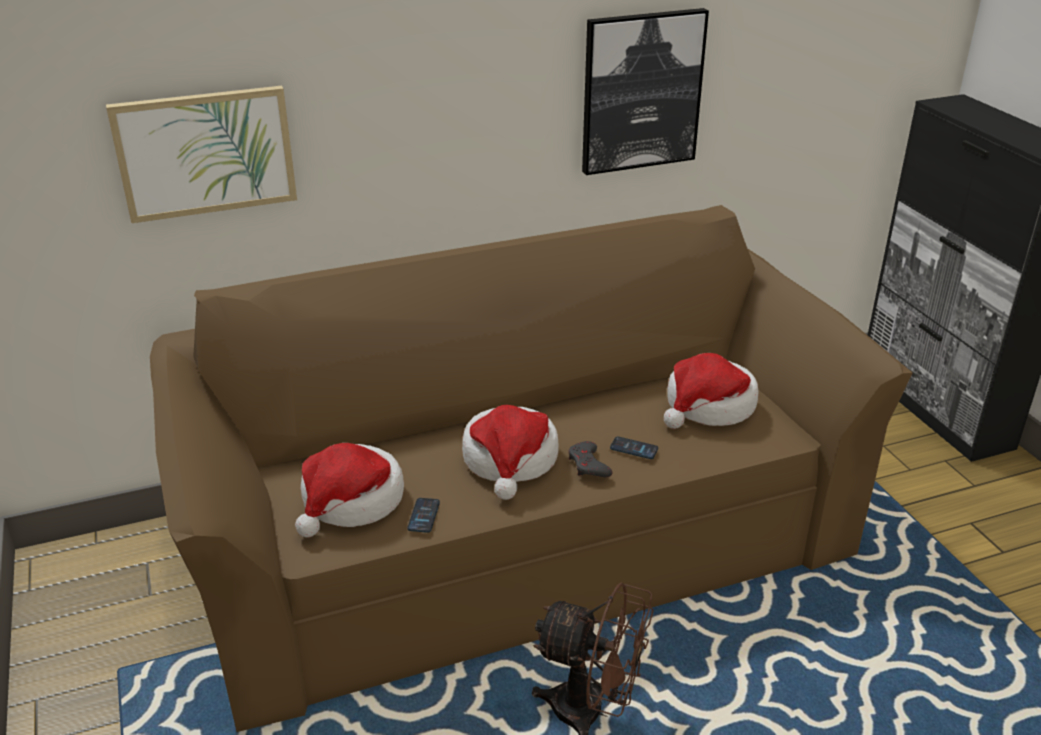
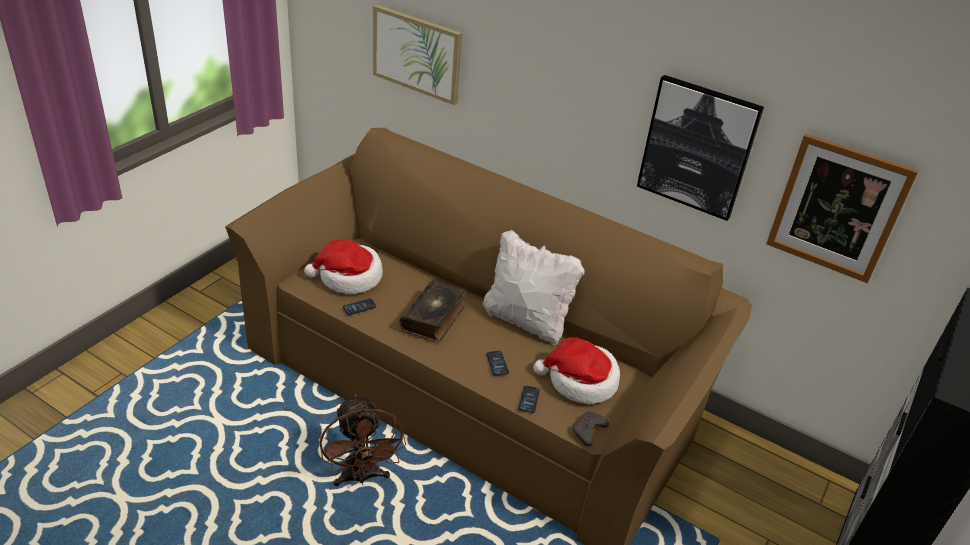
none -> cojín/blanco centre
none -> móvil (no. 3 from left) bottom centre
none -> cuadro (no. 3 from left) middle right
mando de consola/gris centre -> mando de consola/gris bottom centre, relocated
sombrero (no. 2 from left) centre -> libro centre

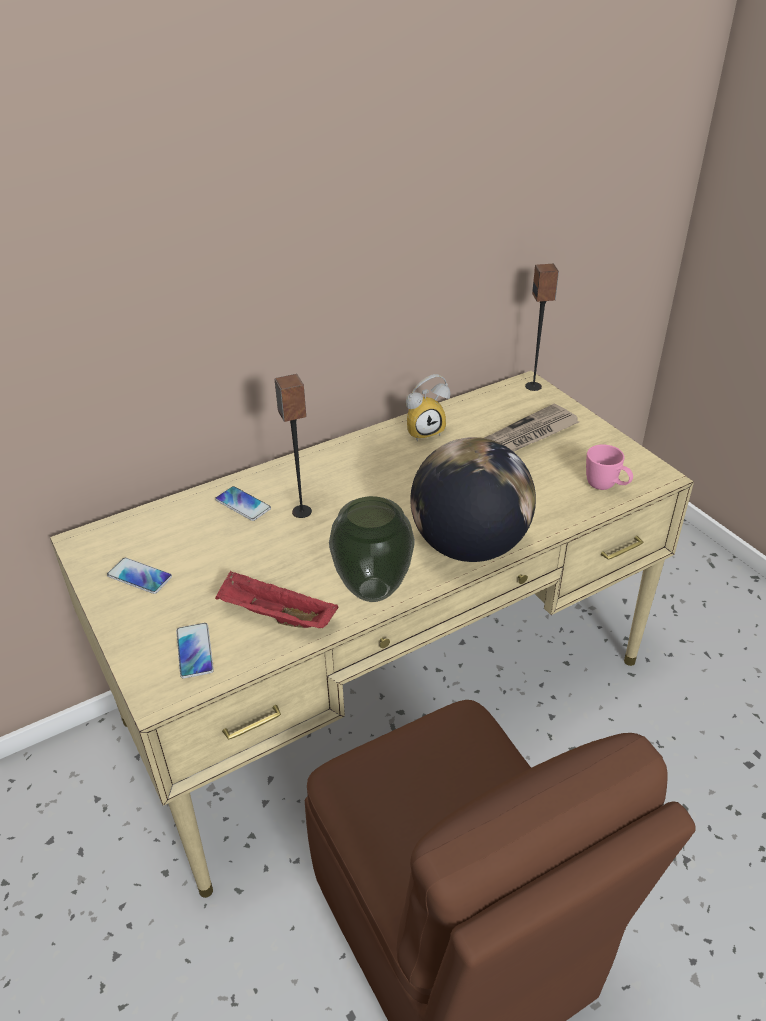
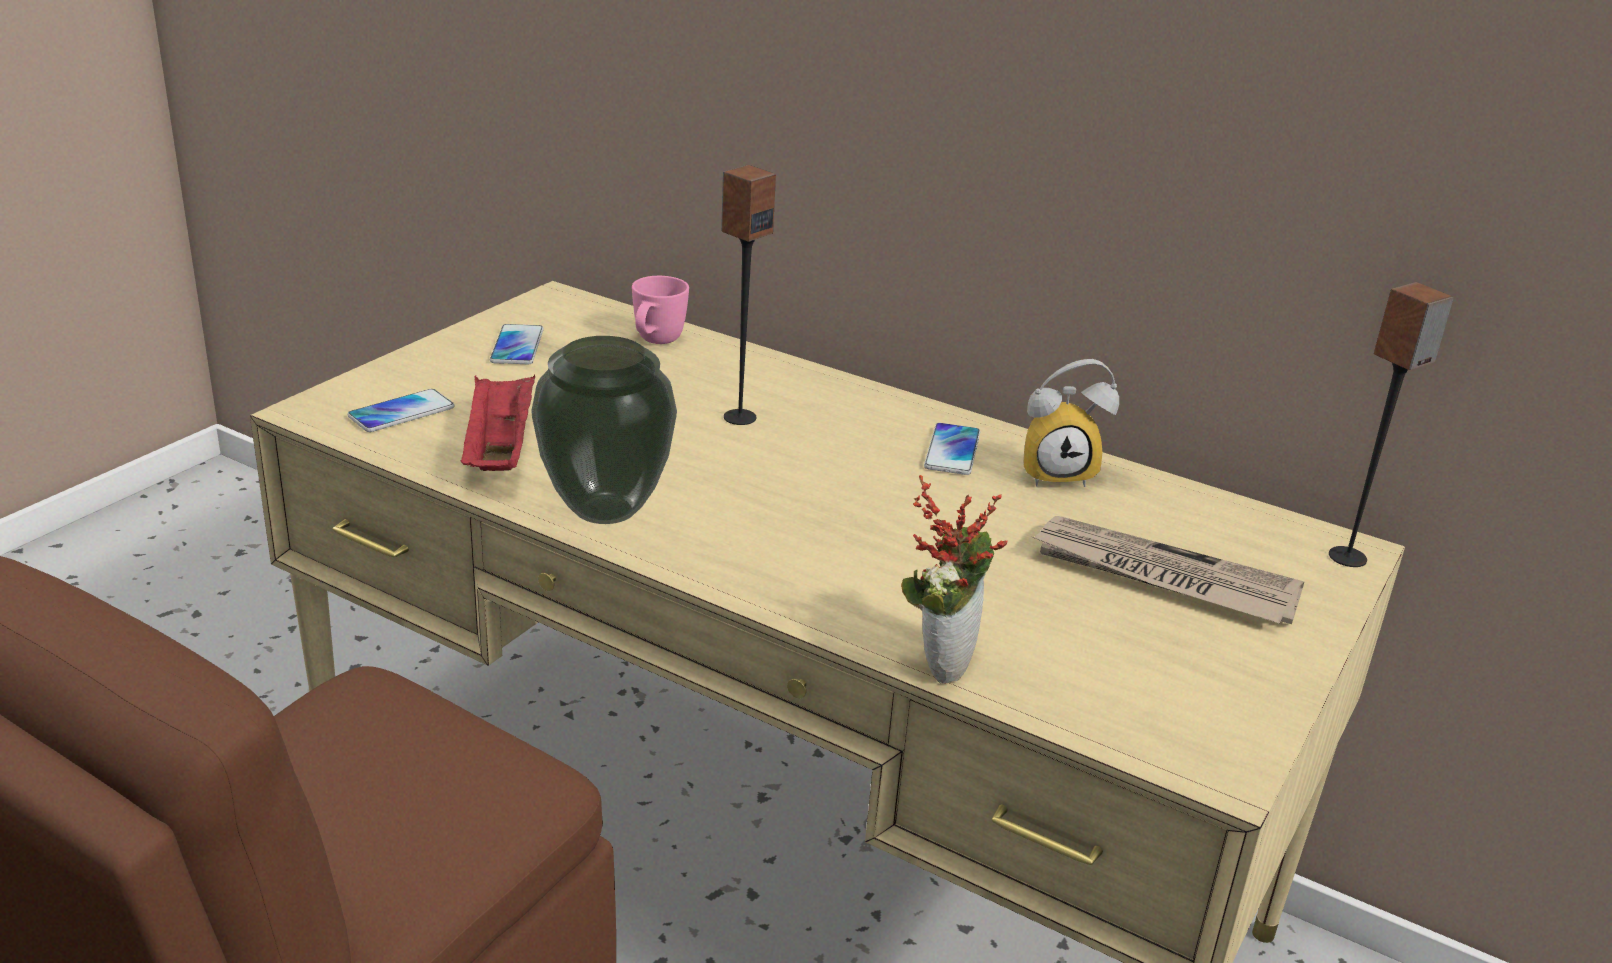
globo terráqueo centre -> none
none -> planta en maceta centre
móvil (no. 3 from left) middle left -> móvil (no. 3 from left) centre, relocated
taza grande/rosa middle right -> taza grande/rosa top centre, relocated
despertador centre, 45 degrees counterclockwise

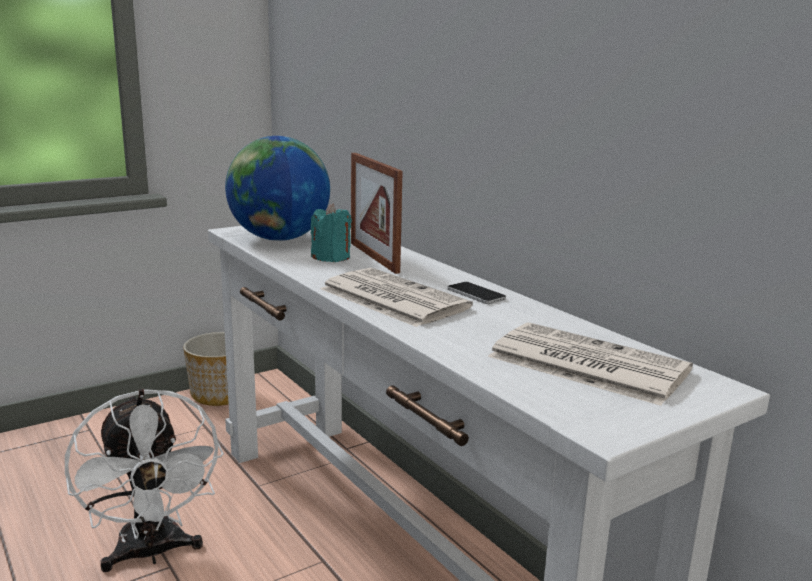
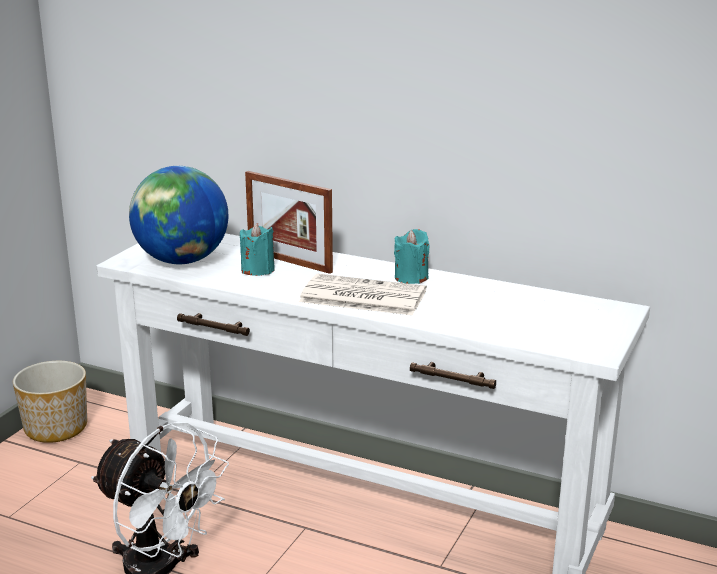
periódico (no. 2 from left) middle right -> none
móvil centre -> vela/turquesa (no. 2 from left) centre

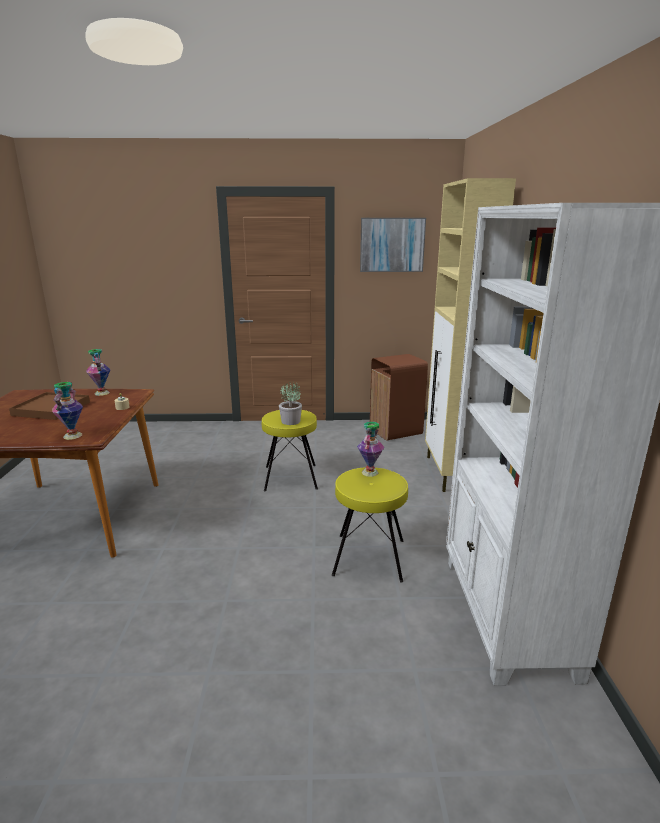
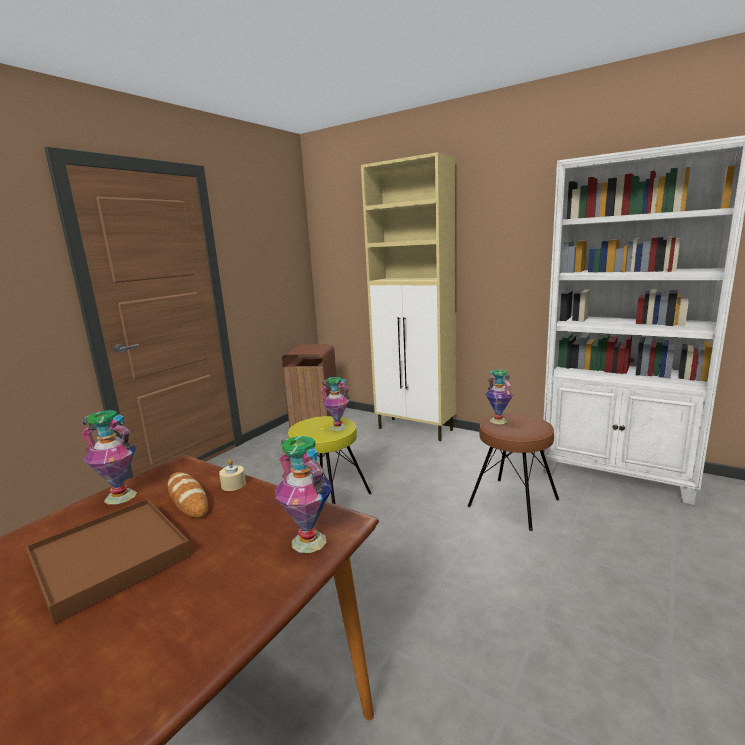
cuadro top centre -> none
none -> pan middle left
planta en maceta centre -> florero (no. 3 from left) centre
taburete/amarillo (no. 2 from left) centre -> taburete/marrón middle right

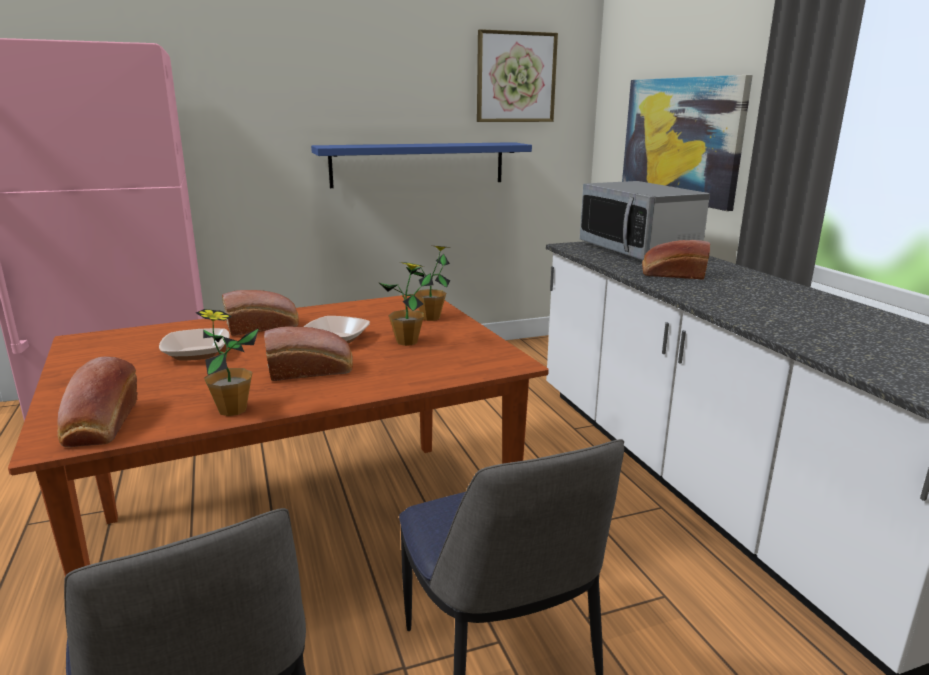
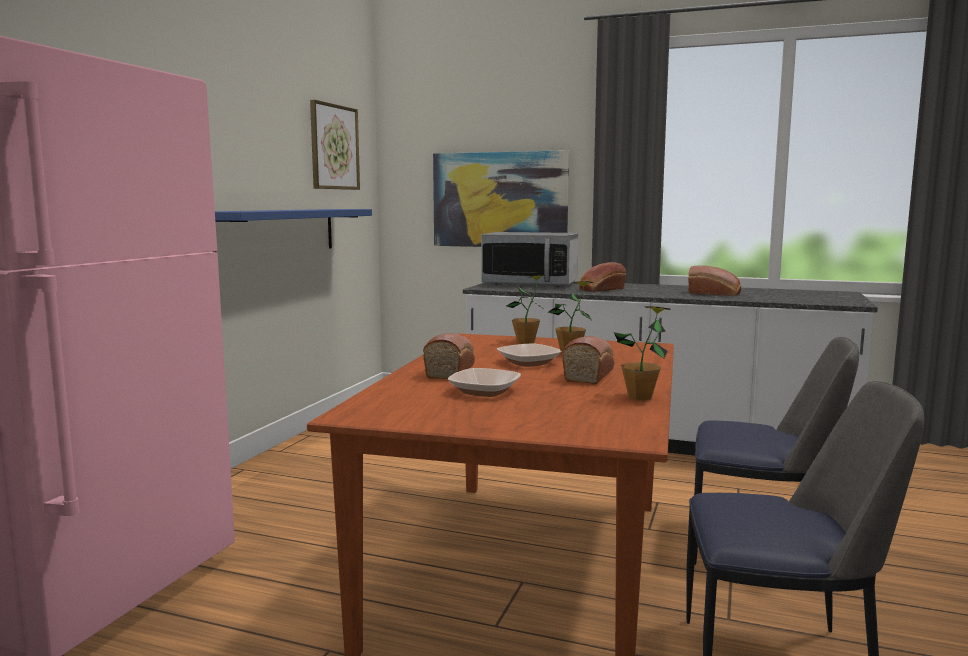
pan (no. 1 from left in the first image) middle left -> pan (no. 4 from left) middle right, relocated

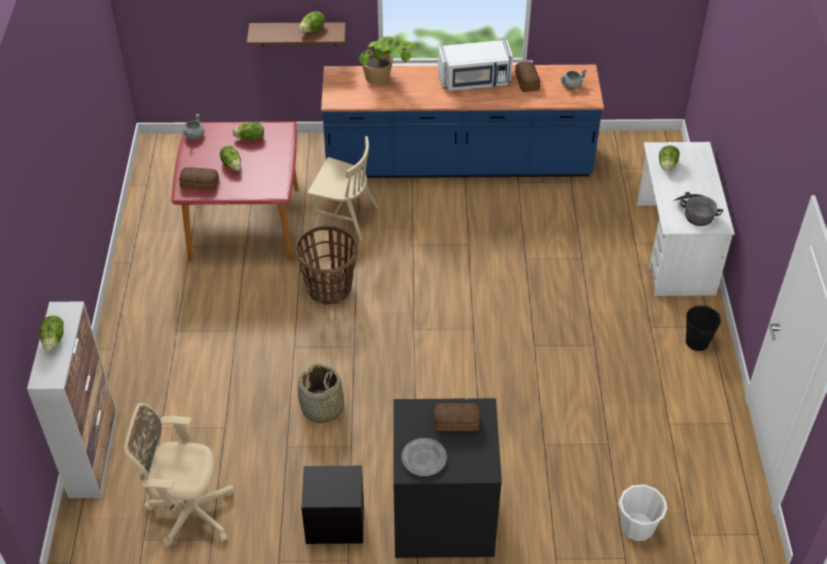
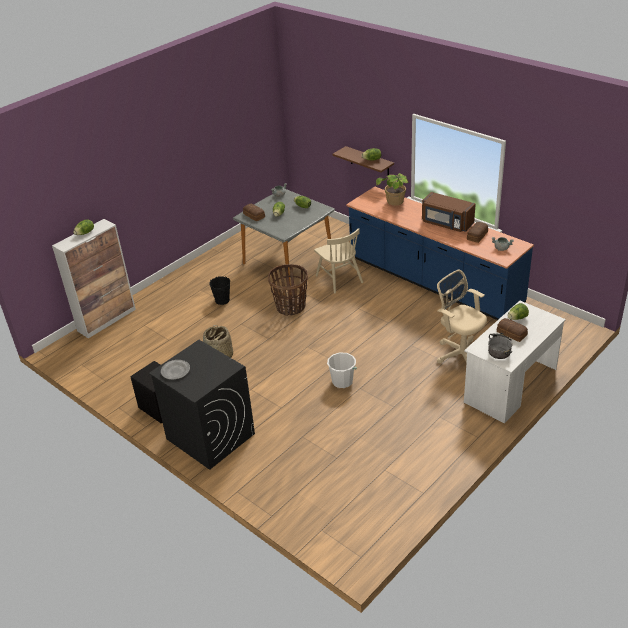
silla de oficina/beis bottom left -> silla de oficina/beis middle right, relocated
pan (no. 2 from left in the first image) bottom centre -> pan (no. 3 from left) middle right, relocated
cubo/blanco bottom right -> cubo/blanco centre, relocated
cubo/negro middle right -> cubo/negro centre, relocated
mesa de comedor/rojo middle left -> mesa de comedor/gris centre
microondas/blanco top centre -> microondas/marrón middle right

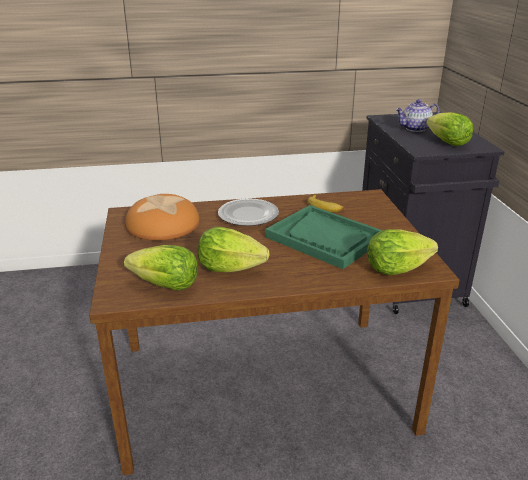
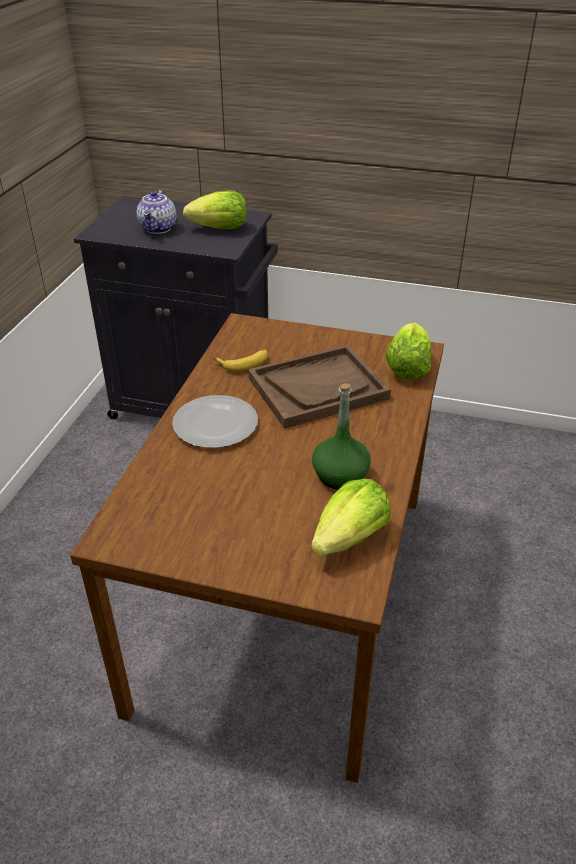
pan middle left -> none
lechuga (no. 2 from left) centre -> botella/verde centre
bandeja/verde centre -> bandeja/marrón centre

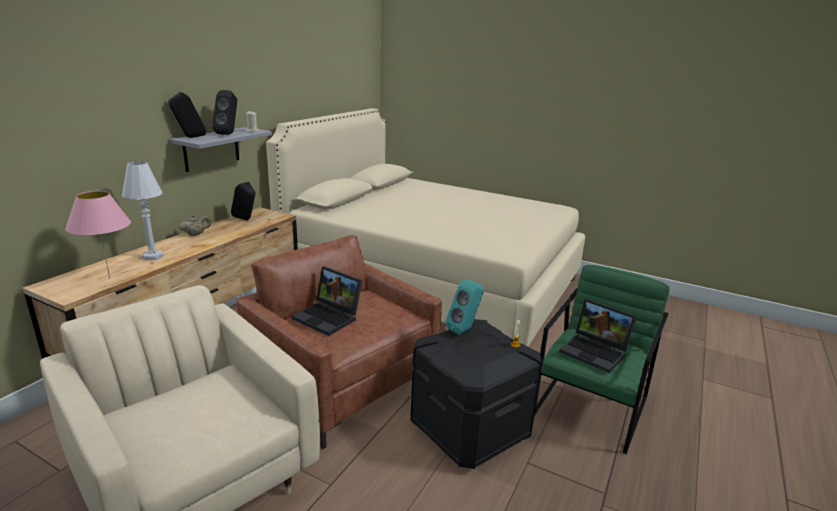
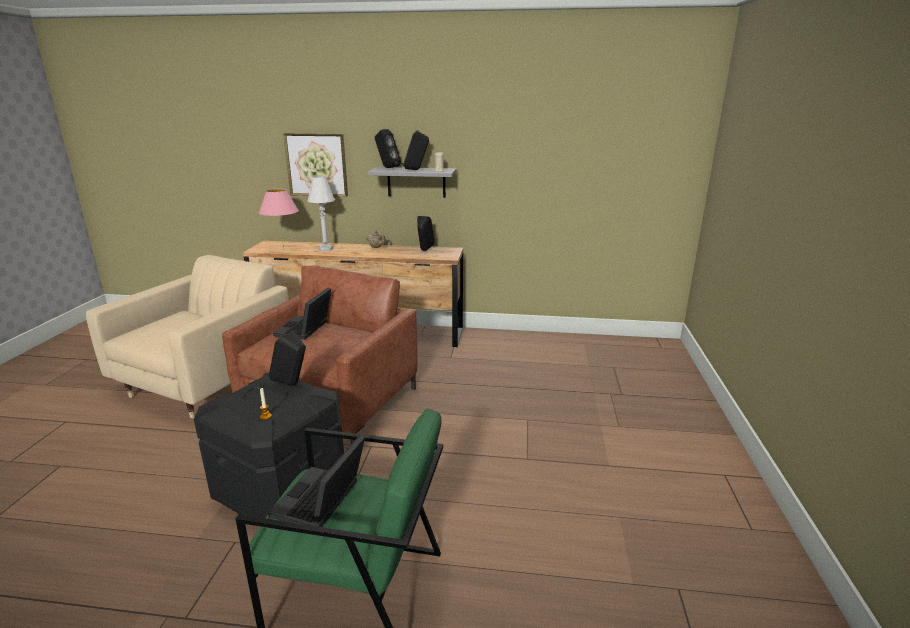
cama/beis centre -> none
none -> cuadro top centre
altavoz/turquesa centre -> altavoz/negro (no. 1 from left) middle left

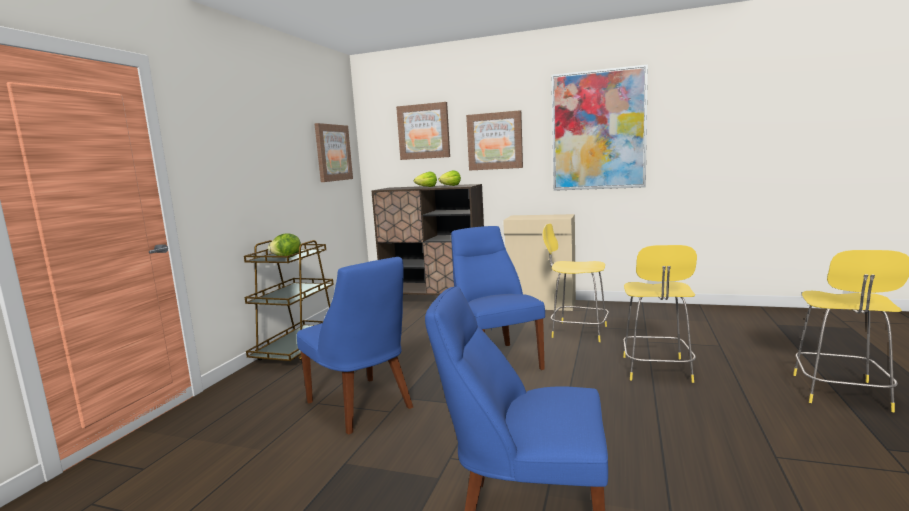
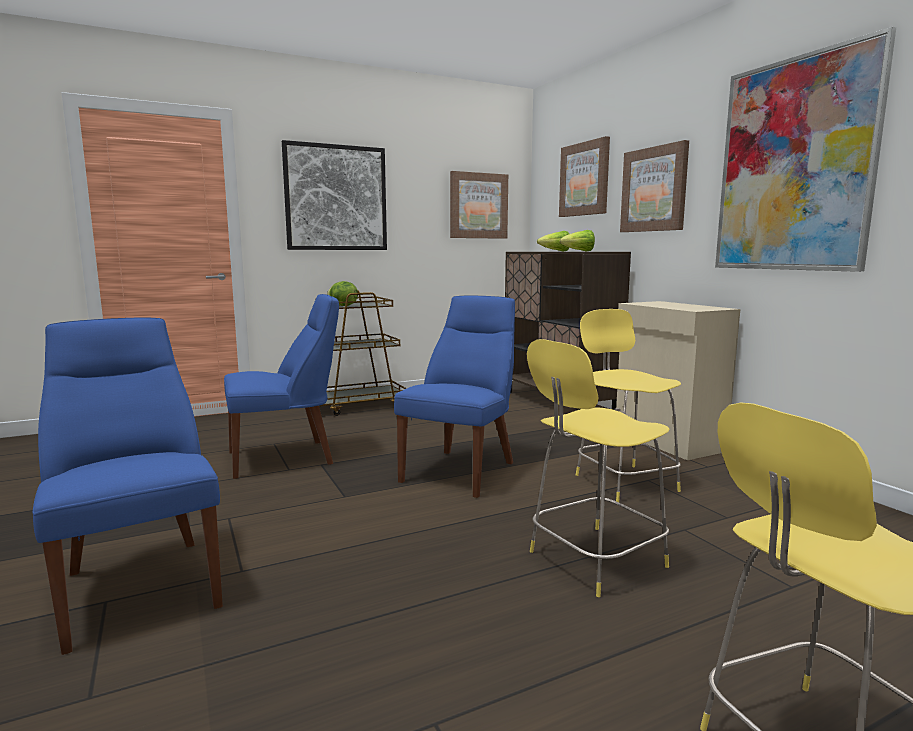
none -> cuadro (no. 1 from left) top centre
silla/azul (no. 1 from left in the first image) bottom centre -> silla/azul (no. 2 from left) middle left, 120 degrees counterclockwise

